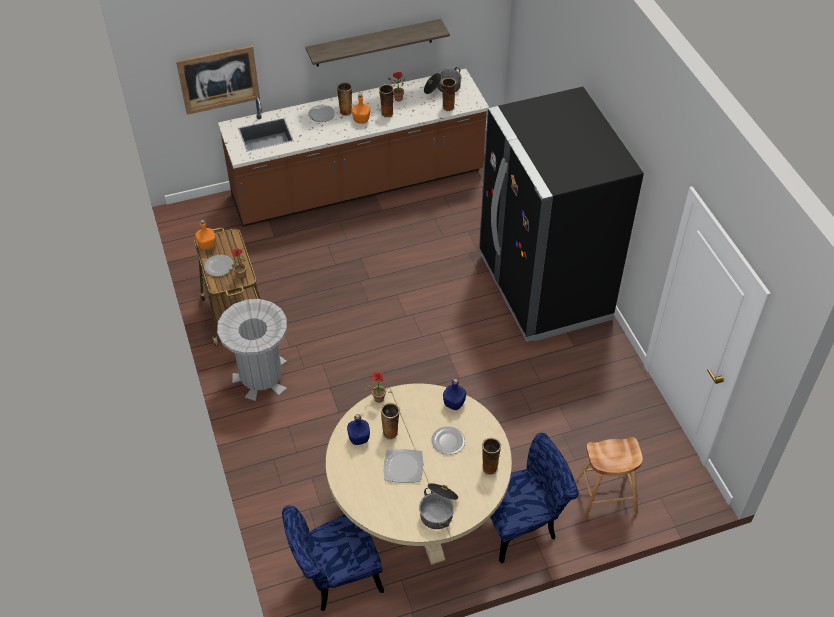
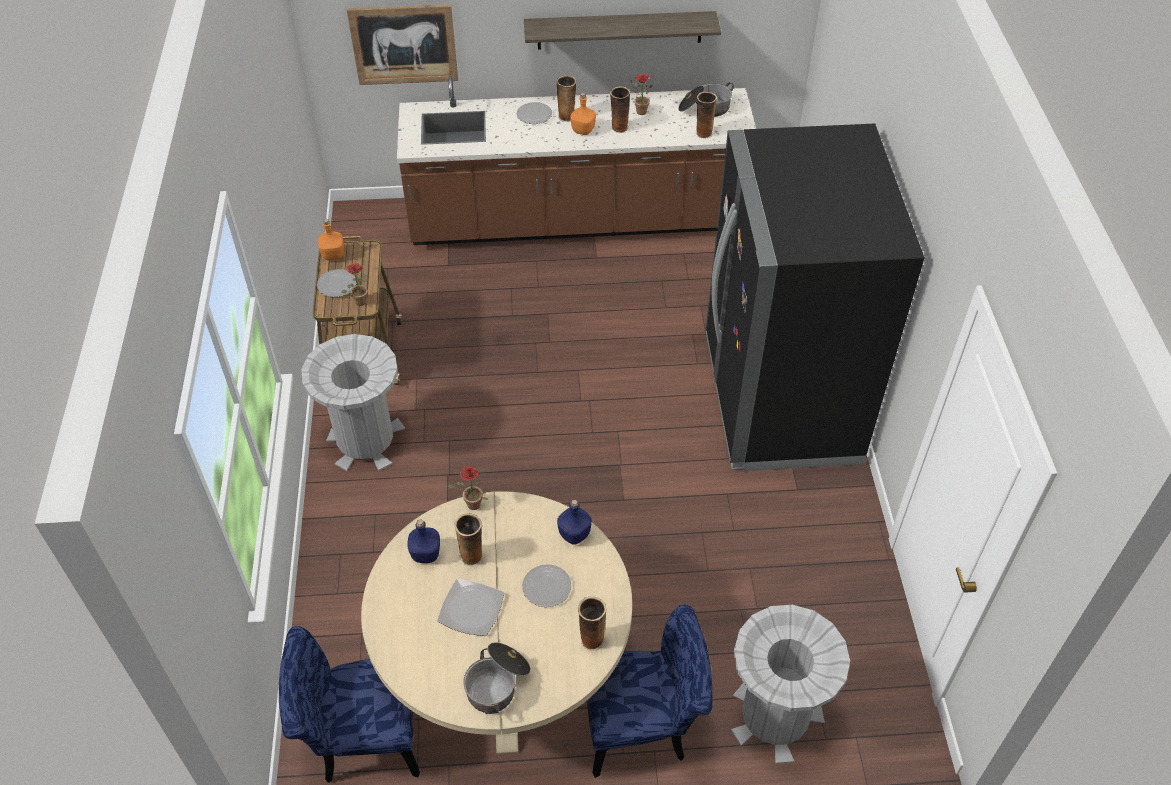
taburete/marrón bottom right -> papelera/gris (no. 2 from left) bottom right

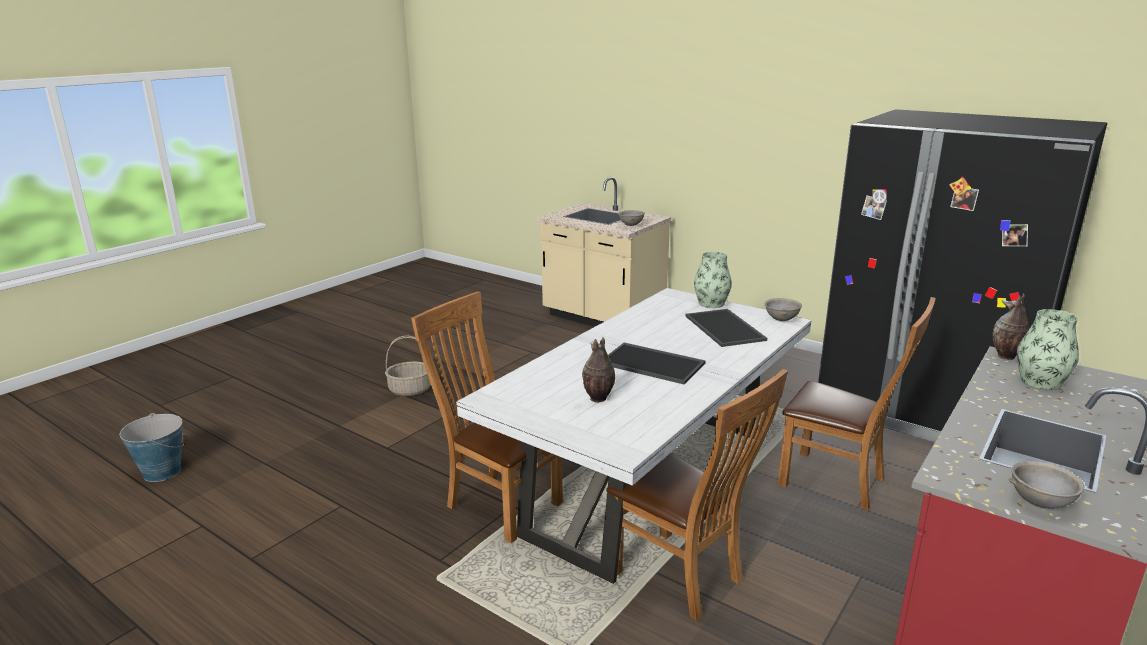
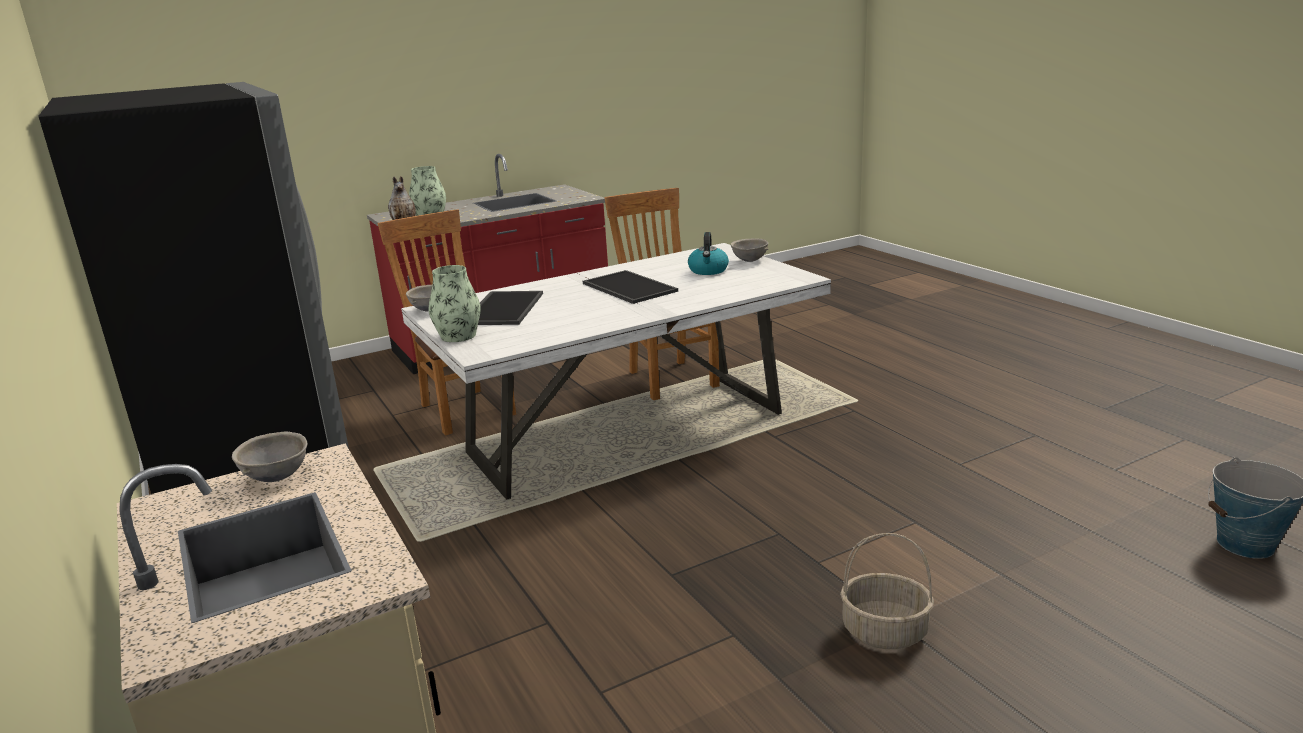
silla/marrón (no. 1 from left) centre -> none
cuenco/gris (no. 3 from left) bottom right -> cuenco/gris (no. 3 from left) centre, relocated
florero (no. 1 from left) centre -> hervidor centre

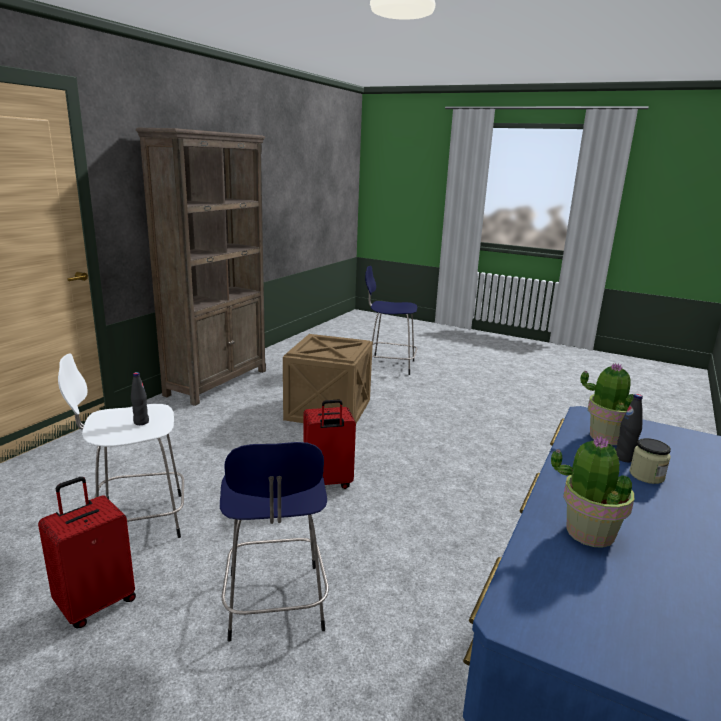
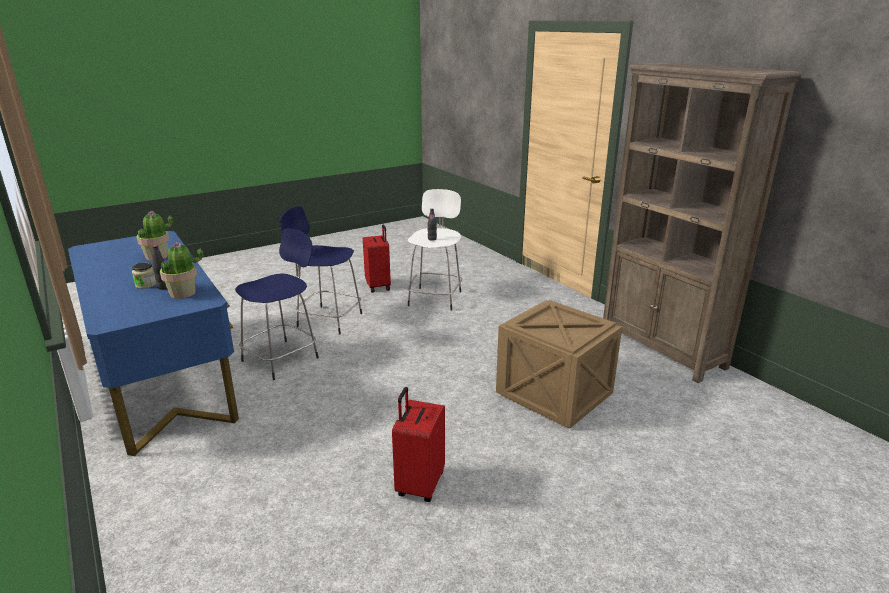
maleta/rojo (no. 2 from left) centre -> maleta/rojo (no. 2 from left) bottom centre, relocated
taburete/azul (no. 2 from left in the first image) centre -> taburete/azul (no. 1 from left) middle left, relocated

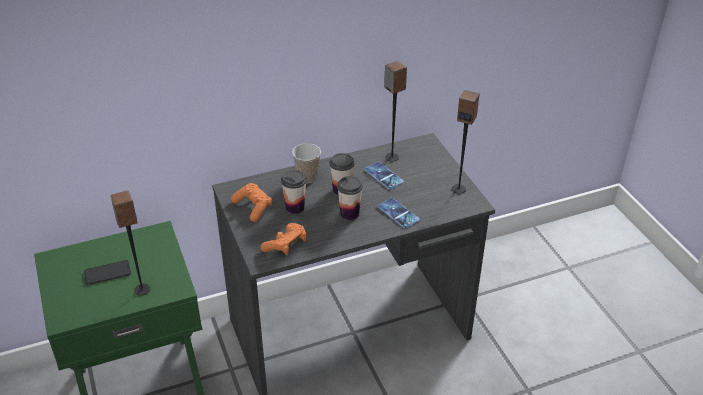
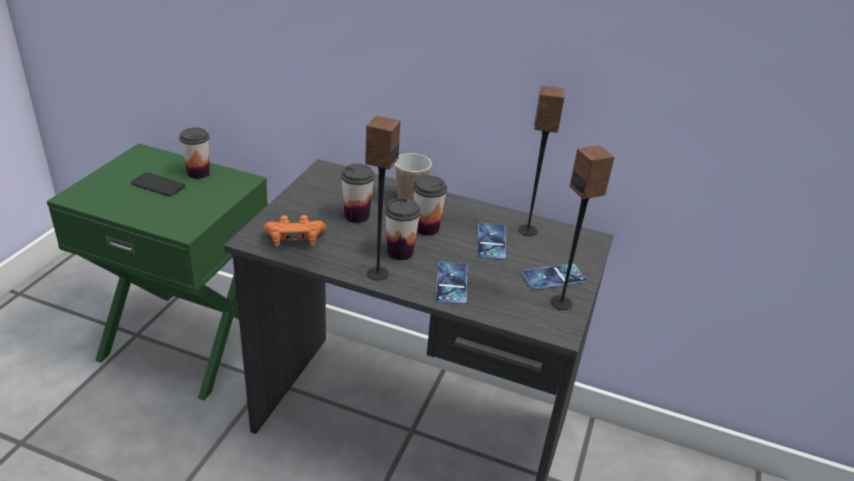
mando de consola/naranja (no. 1 from left) centre -> none
none -> taza (no. 1 from left) top left
none -> móvil (no. 4 from left) centre
altavoz (no. 1 from left) middle left -> altavoz (no. 1 from left) centre, relocated

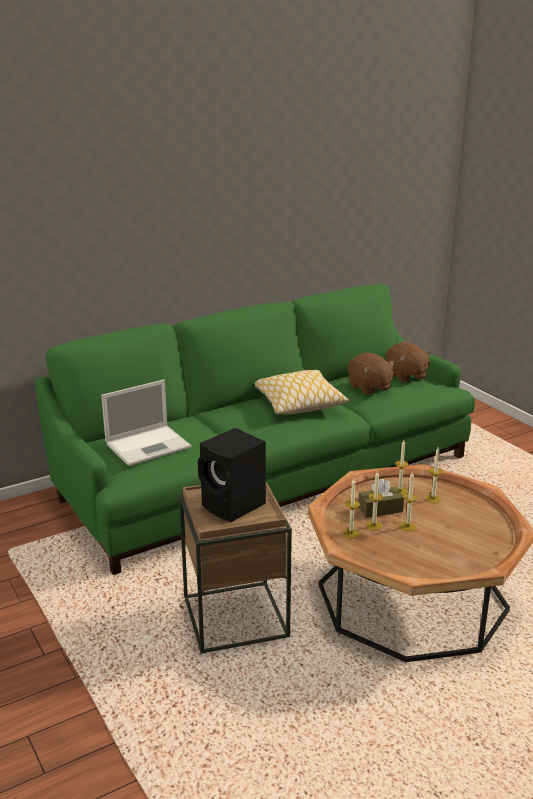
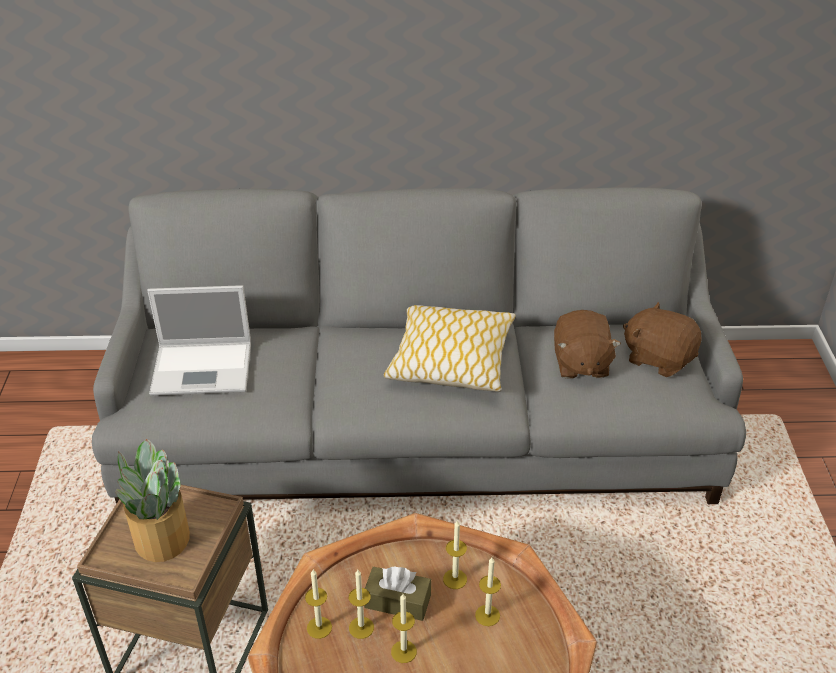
altavoz/negro centre -> planta en maceta bottom left
sofá/verde centre -> sofá/gris centre
peluche/marrón (no. 2 from left) middle right, 120 degrees clockwise

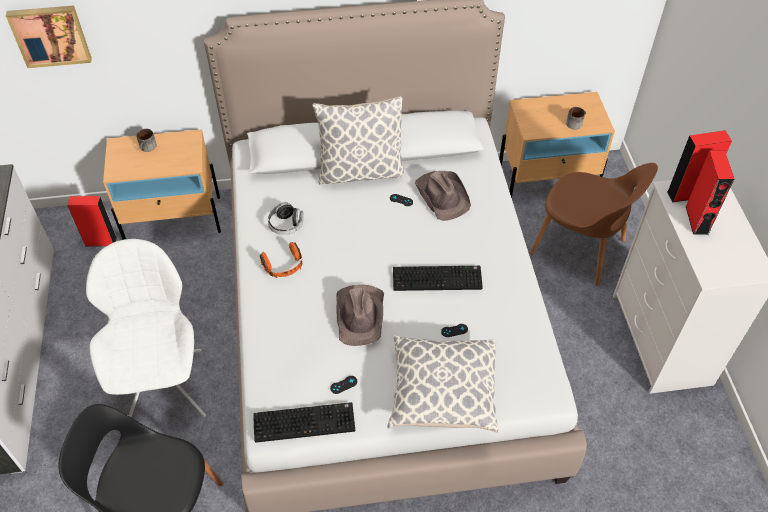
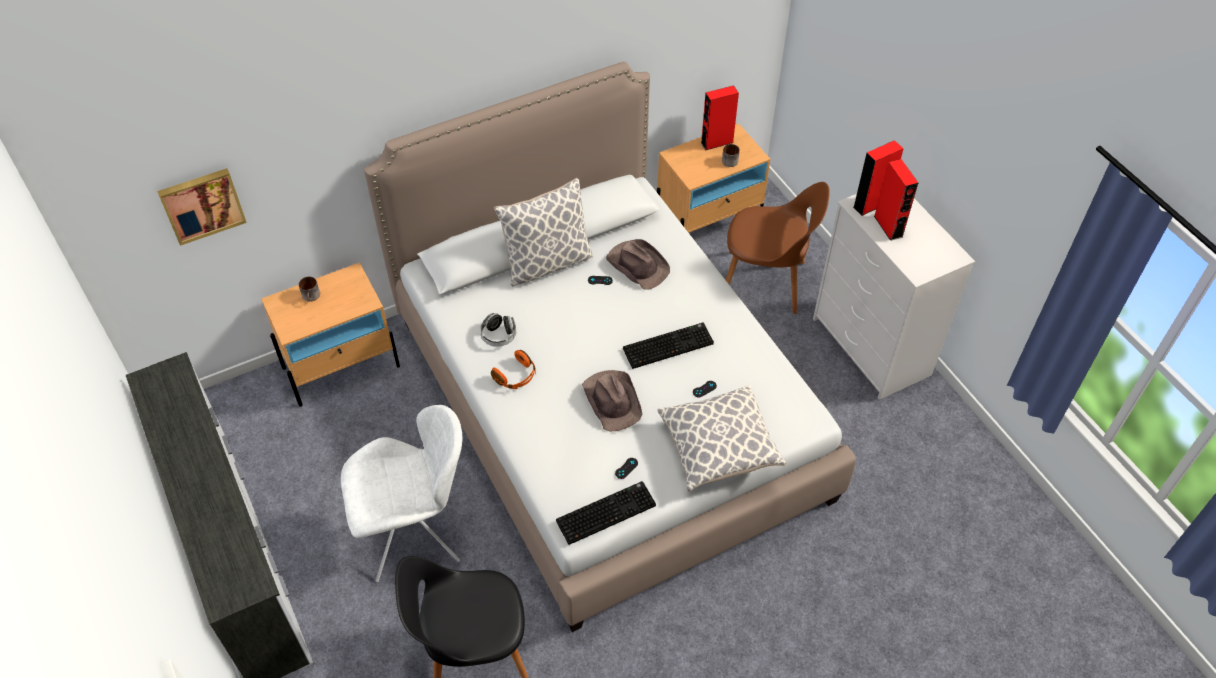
altavoz/rojo (no. 1 from left) middle left -> altavoz/rojo (no. 1 from left) top centre, relocated
silla/blanco middle left -> silla/blanco bottom left, 105 degrees clockwise

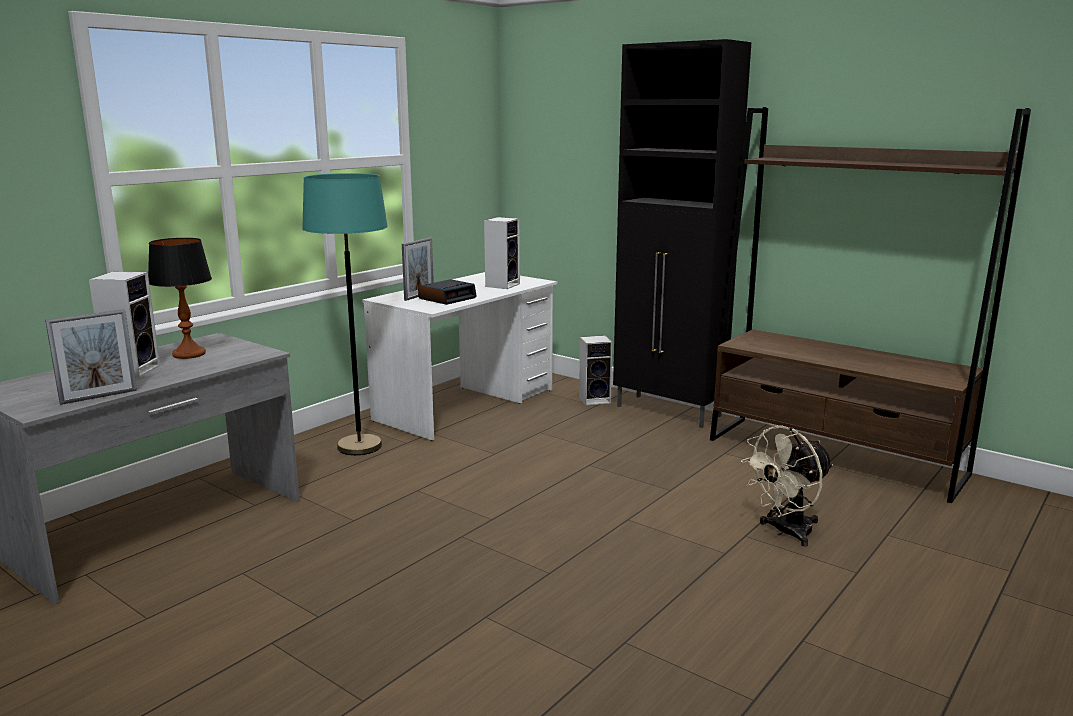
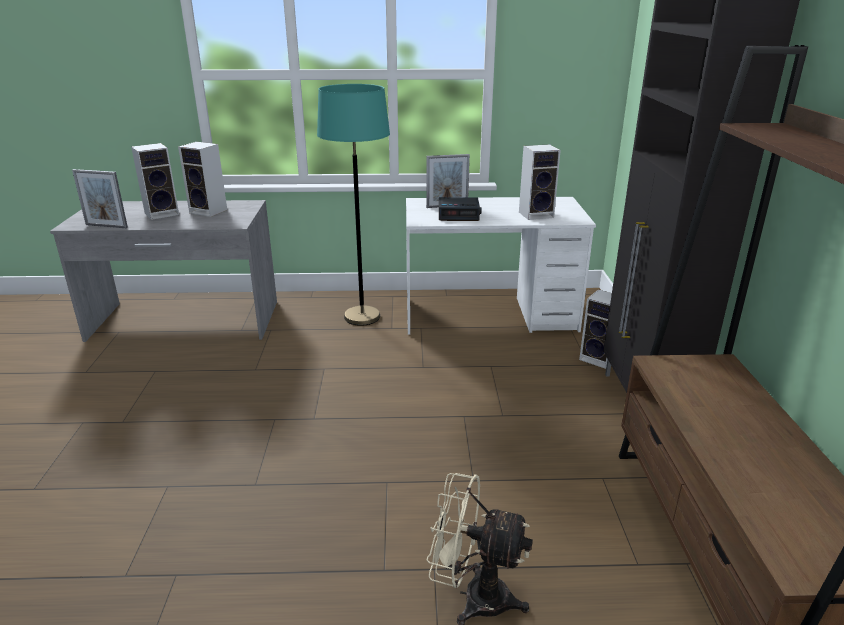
lámpara de mesa middle left -> altavoz (no. 2 from left) top left

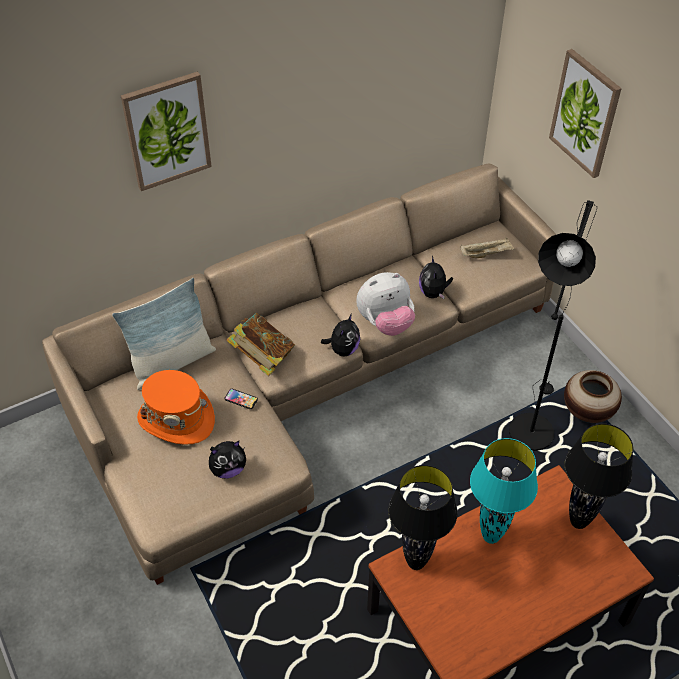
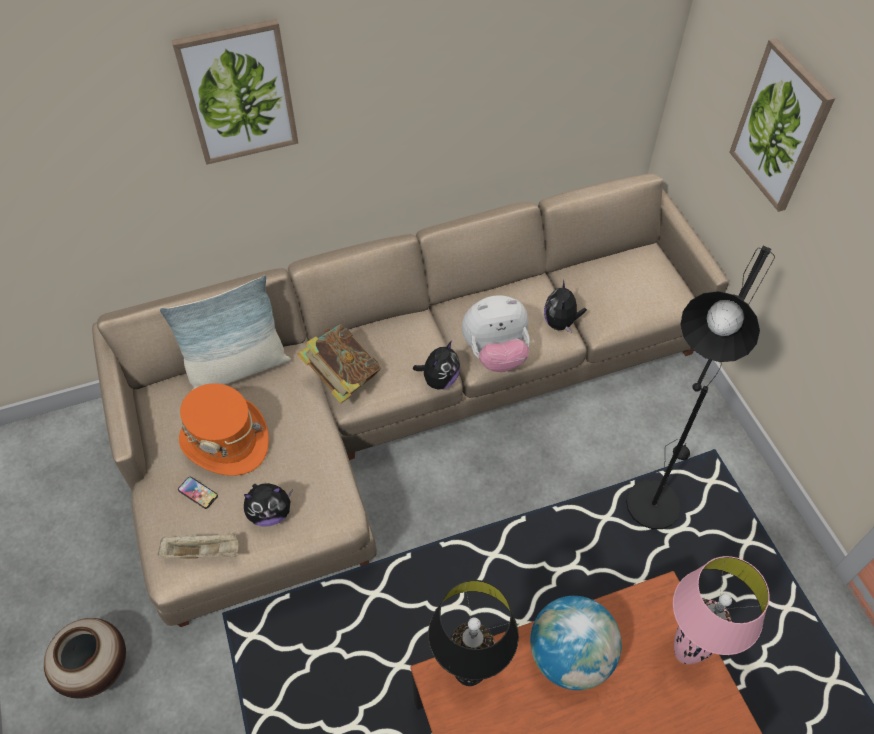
móvil centre -> móvil bottom left, relocated
bandeja/beis middle right -> bandeja/beis bottom left, relocated
florero middle right -> florero bottom left, relocated
lámpara de mesa/turquesa bottom right -> globo terráqueo bottom centre
lámpara de mesa/negro (no. 2 from left) bottom right -> lámpara de mesa/rosa bottom right

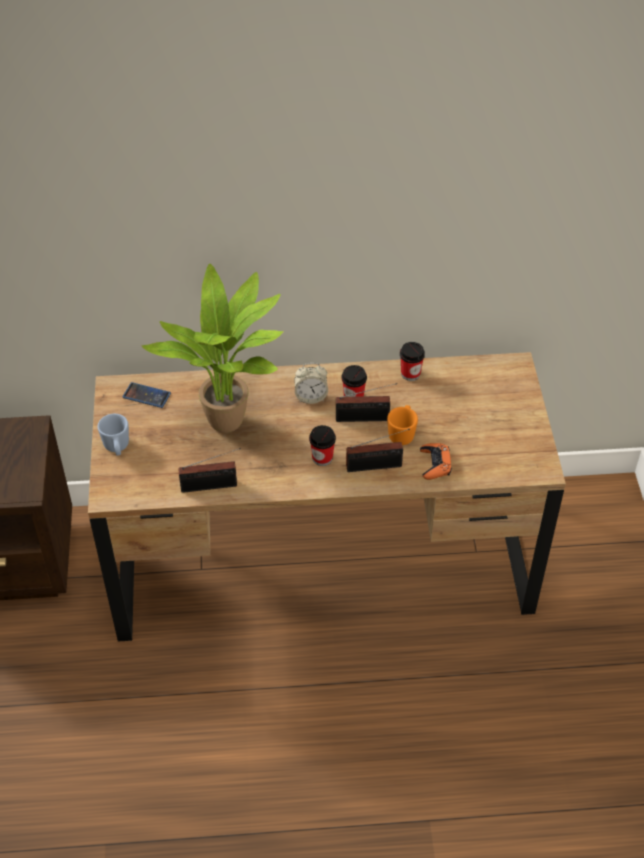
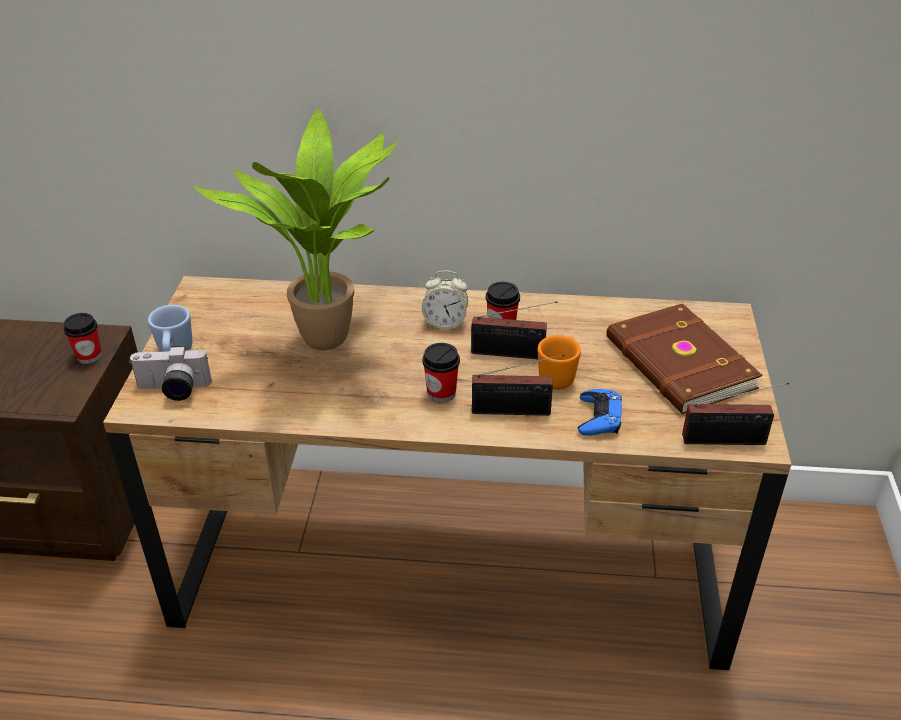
móvil middle left -> none
none -> cámara middle left
none -> libro/marrón middle right
radio (no. 1 from left in the first image) middle left -> radio (no. 3 from left) middle right, relocated
taza (no. 3 from left in the first image) centre -> taza (no. 1 from left) middle left, relocated
mando de consola/naranja middle right -> mando de consola/azul centre

